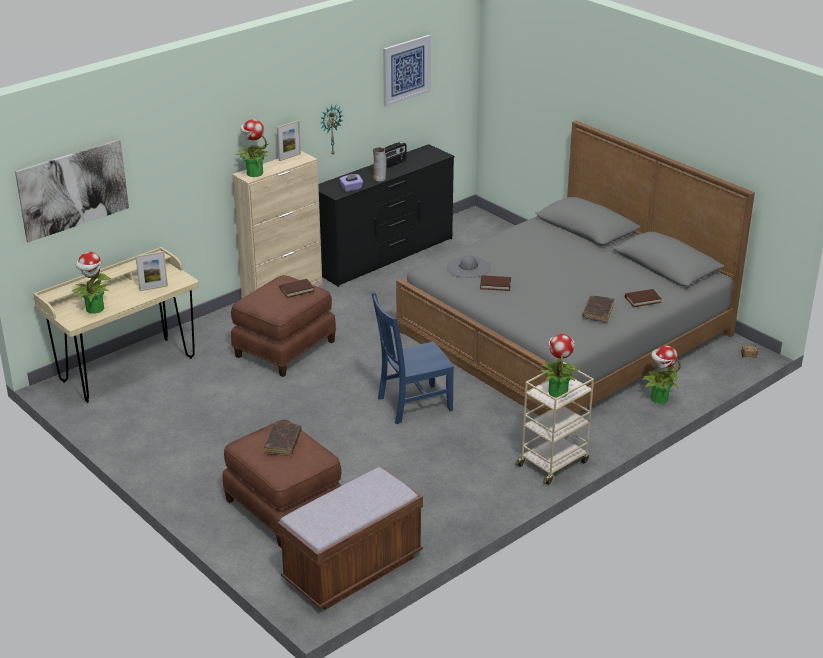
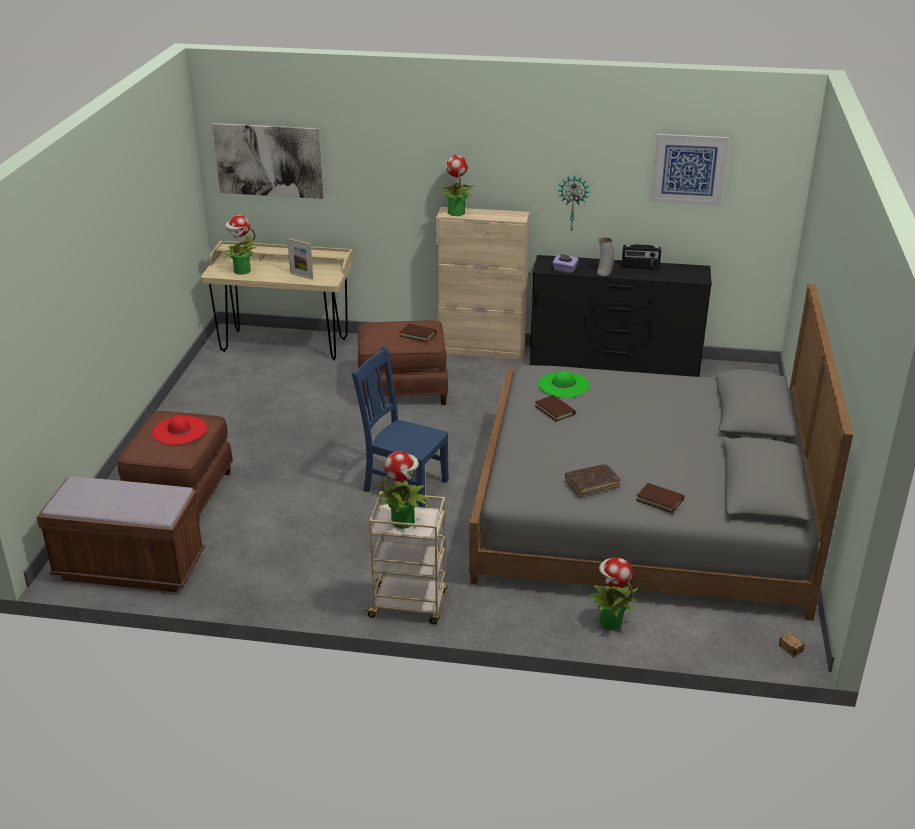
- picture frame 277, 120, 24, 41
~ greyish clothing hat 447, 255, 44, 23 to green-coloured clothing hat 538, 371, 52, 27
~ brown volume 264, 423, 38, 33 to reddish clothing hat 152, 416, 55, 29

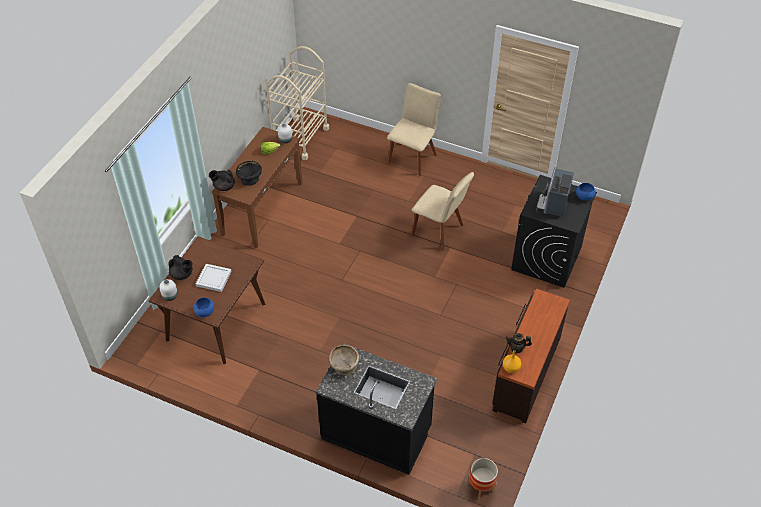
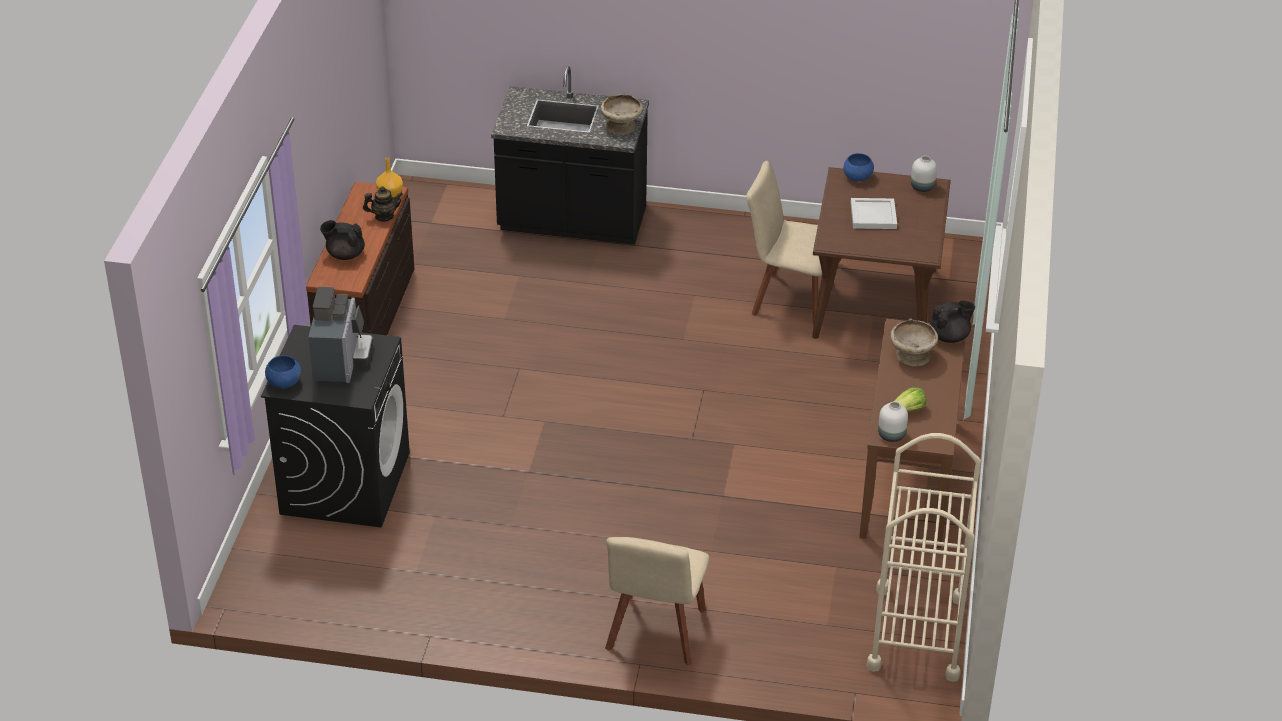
~ black-coloured serving bowl 236, 160, 26, 26 to beige serving bowl 890, 319, 48, 47
~ beige plain chair 411, 172, 63, 79 to 746, 161, 88, 164
~ black-coloured teapot 168, 255, 25, 25 to 320, 220, 45, 40
- planter 468, 458, 30, 42

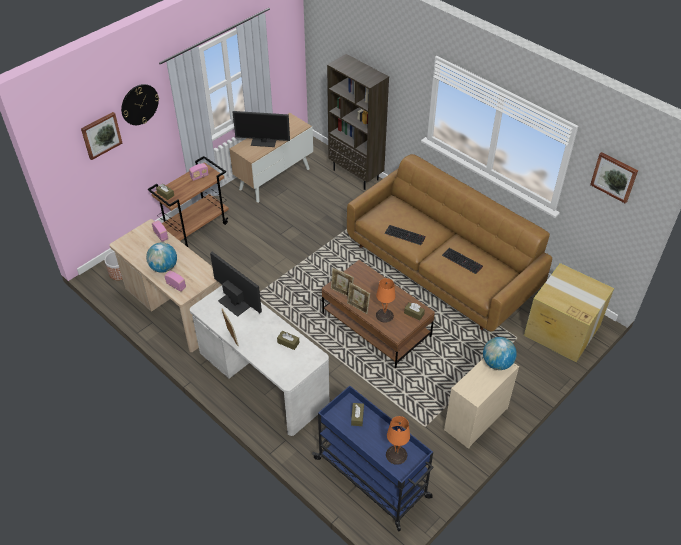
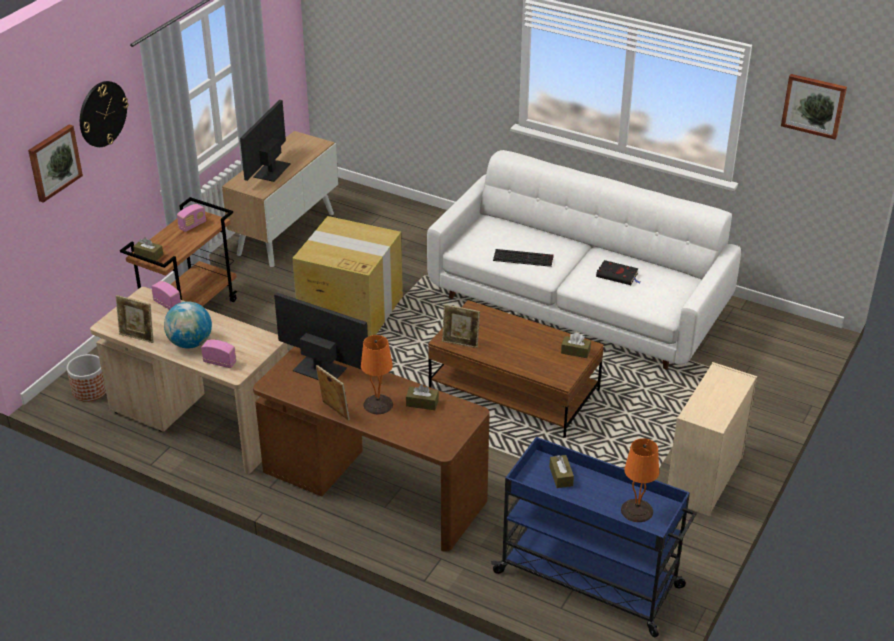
- brown bookcase 327, 54, 62, 136
~ monitor 232, 111, 58, 36 = 240, 100, 51, 82 120 degrees clockwise
~ brown sofa 347, 154, 205, 177 to white-coloured sofa 427, 150, 314, 220
~ PC keyboard 442, 248, 41, 26 to black-coloured volume 596, 260, 44, 25
~ carton 524, 263, 90, 99 to 292, 216, 111, 121
~ orange table lamp 376, 278, 20, 45 to 361, 335, 32, 79
~ picture frame 347, 282, 23, 32 to 116, 295, 38, 48
~ white-coloured desk table 190, 285, 139, 151 to brown desk table 253, 346, 237, 206
- globe 483, 337, 34, 33

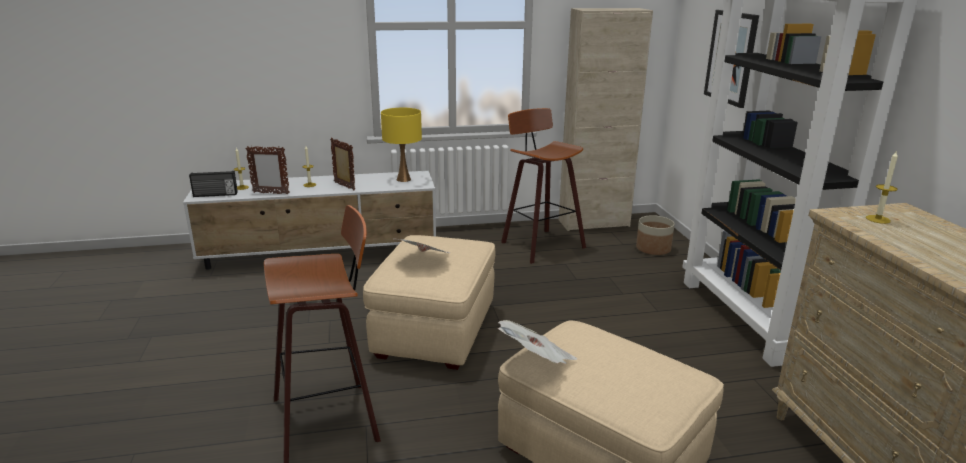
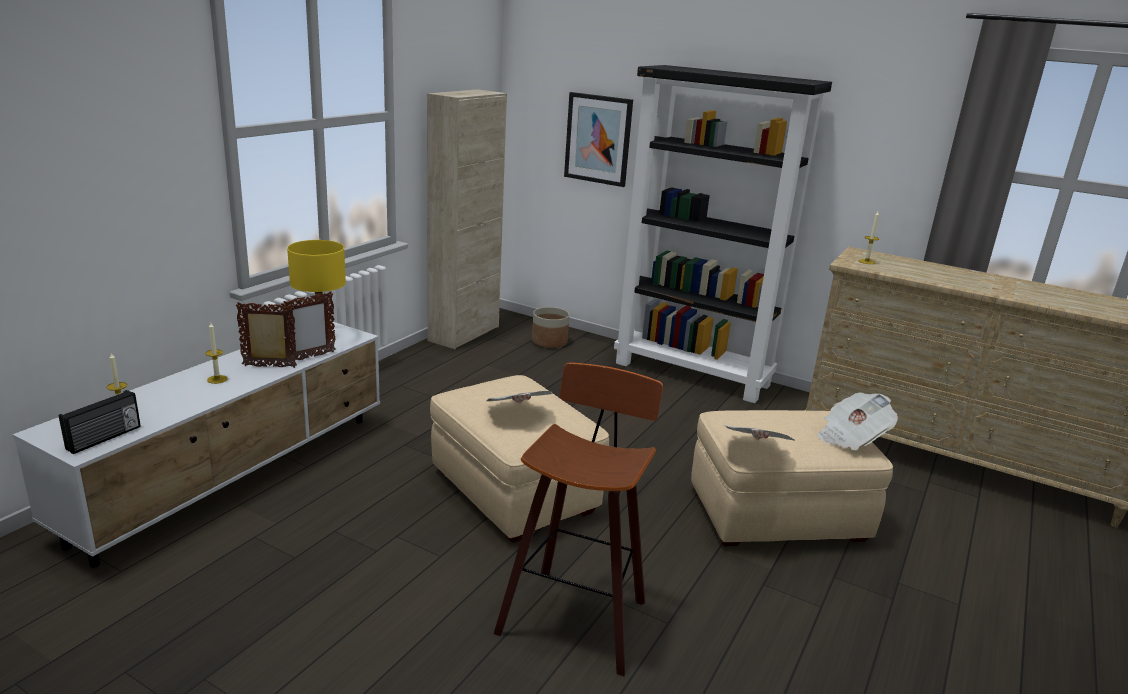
- sitting stool 501, 108, 85, 156
~ picture frame 245, 146, 45, 49 to 281, 291, 55, 69
+ printed paper 817, 392, 81, 58

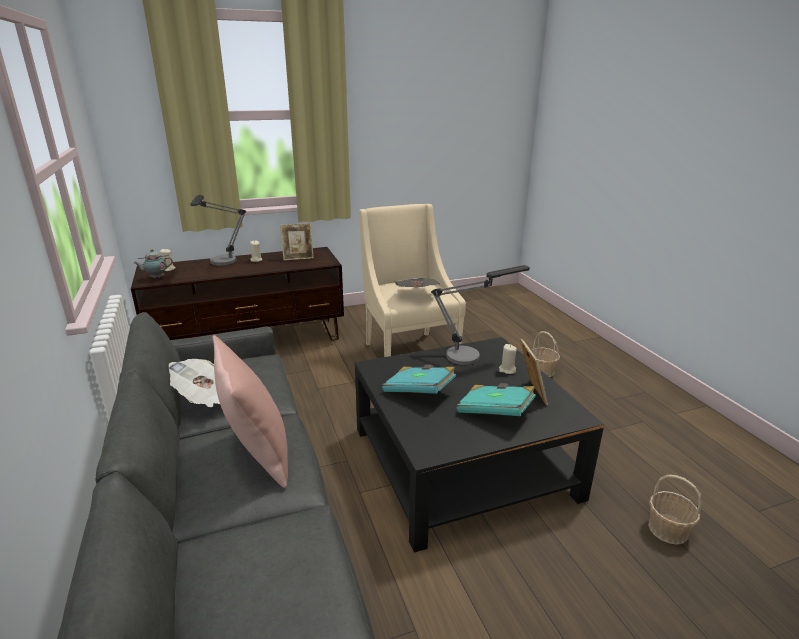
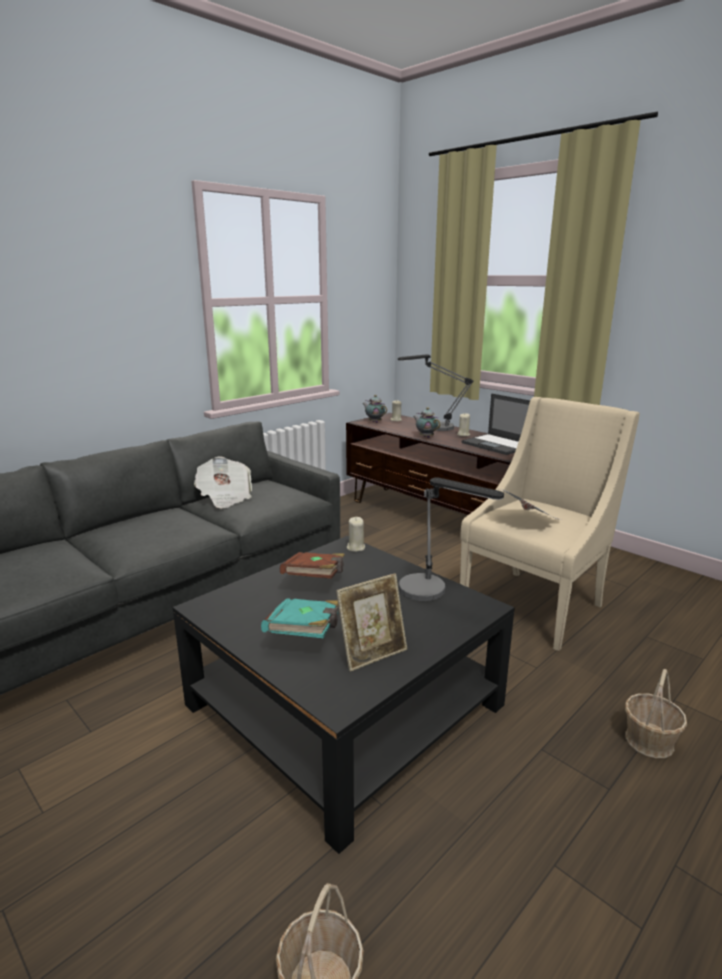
~ picture frame 280, 223, 34, 38 to laptop 462, 393, 68, 62
- pink-coloured cushion 213, 335, 75, 153
~ beige wax candle 499, 344, 18, 30 to 347, 517, 18, 35
~ turquoise volume 382, 365, 74, 29 to brown volume 280, 552, 65, 27
+ teapot 413, 407, 28, 31

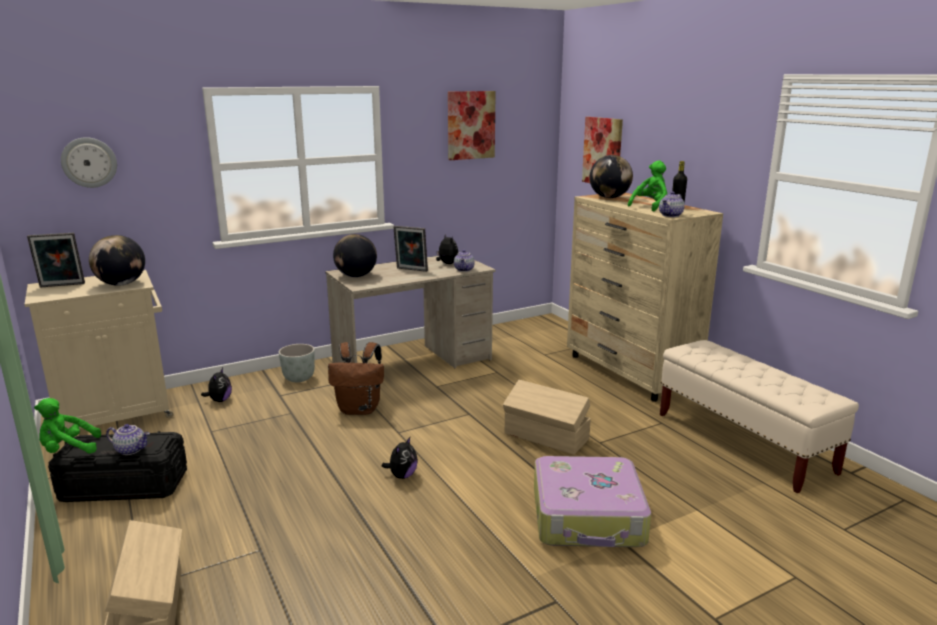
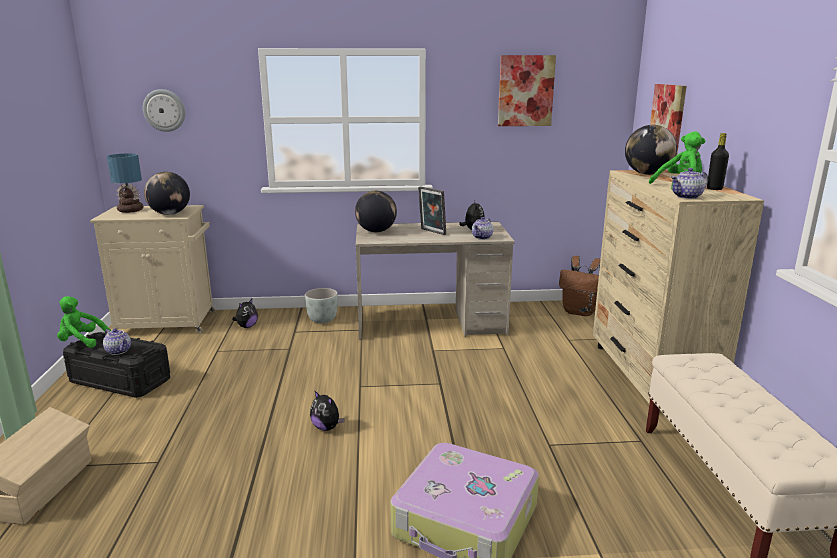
~ picture frame 27, 233, 58, 54 to table lamp 107, 153, 36, 60
~ brown knapsack 328, 342, 56, 73 to 559, 256, 42, 60
- beige storage bin 503, 380, 88, 75
~ cuddly toy 382, 437, 36, 42 = 310, 390, 34, 41 75 degrees clockwise

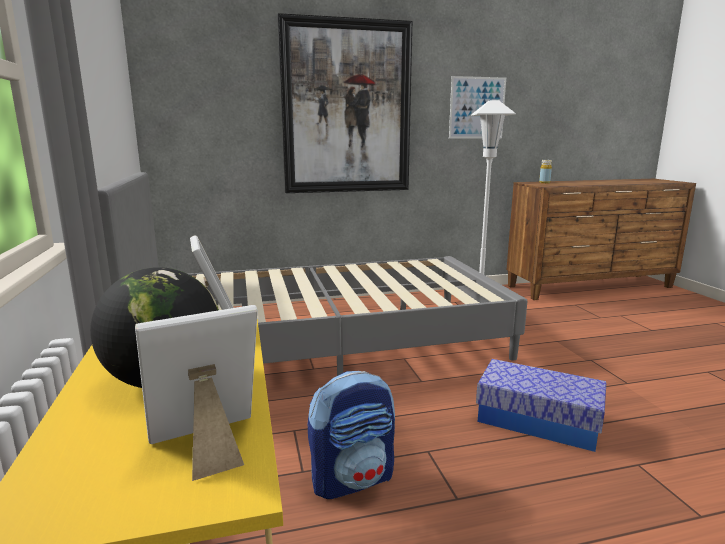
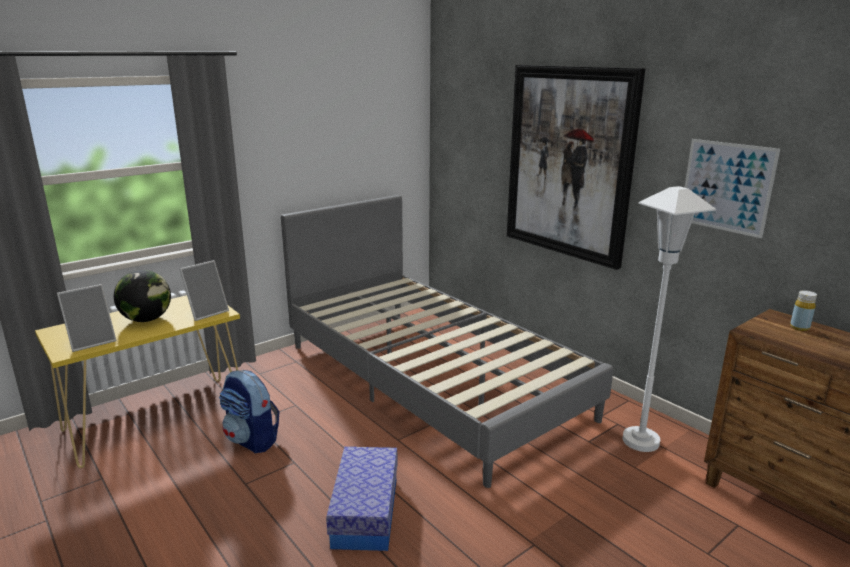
~ picture frame 135, 305, 123, 176 = 57, 284, 59, 68 105 degrees clockwise

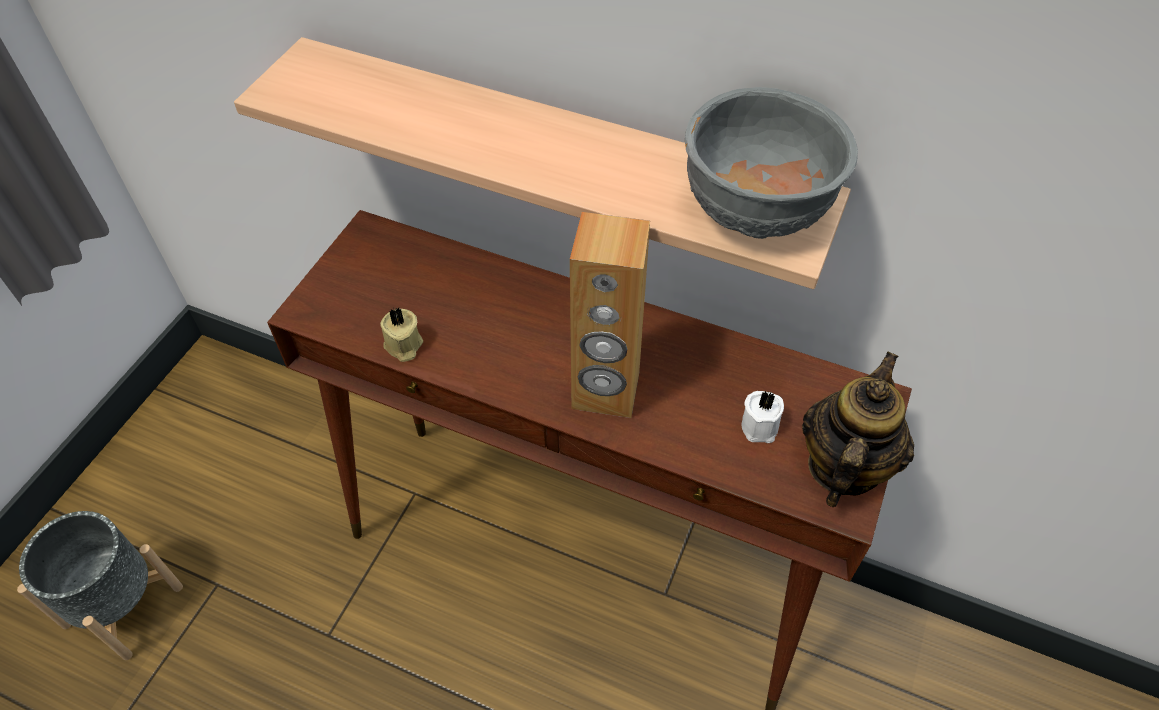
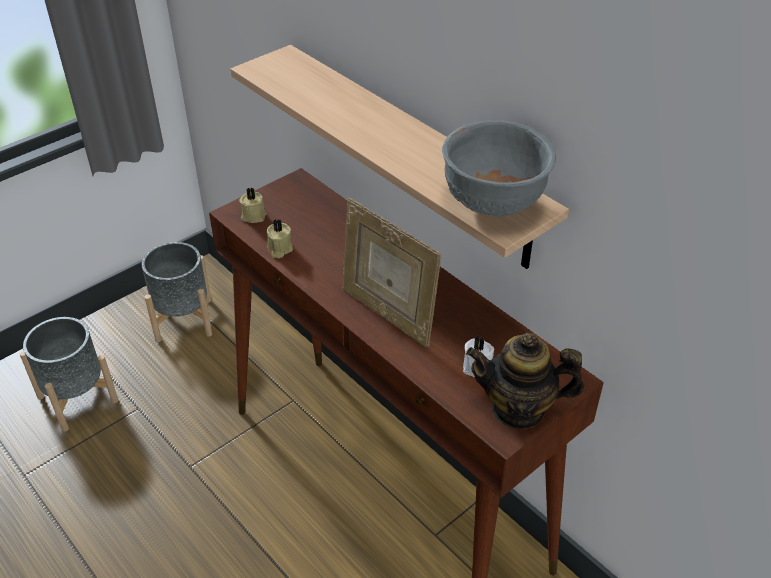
~ brown audio speaker 570, 212, 80, 206 to picture frame 342, 198, 100, 149
~ teapot 802, 352, 112, 155 = 466, 333, 118, 96 135 degrees counterclockwise
+ beige wax candle 239, 187, 27, 36
+ greyish planter 142, 242, 70, 100

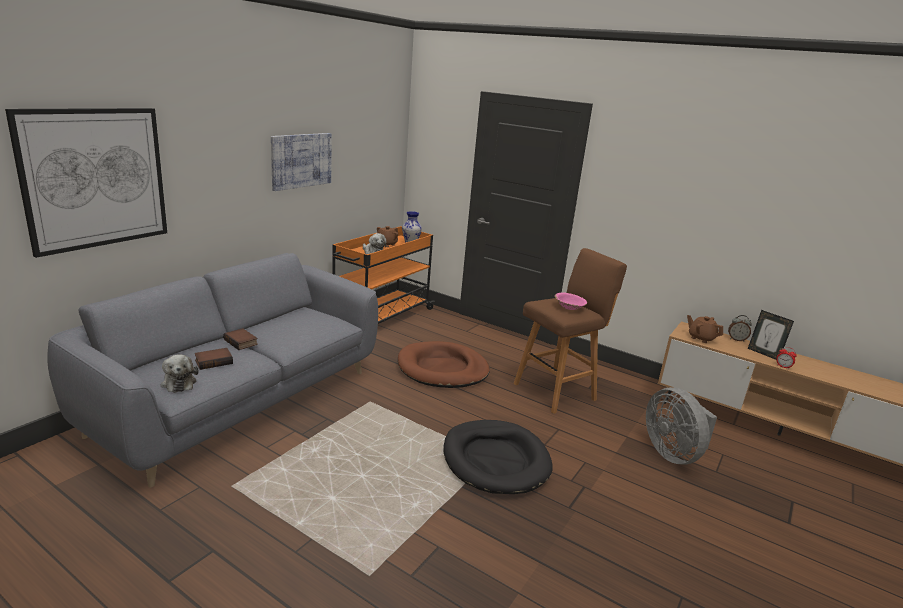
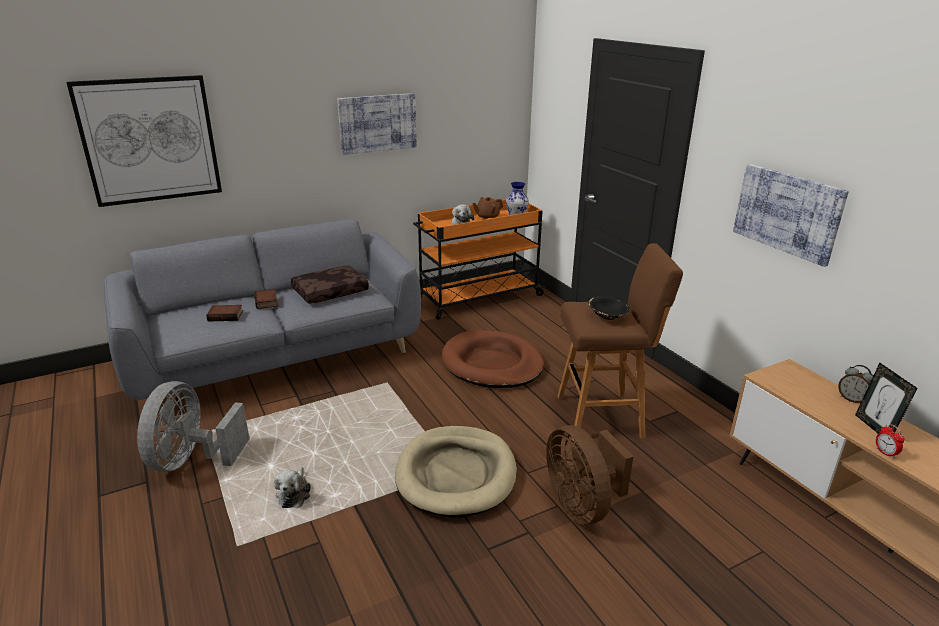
~ pink-coloured serving bowl 555, 292, 32, 18 to black-coloured serving bowl 588, 296, 42, 24
- brown teapot 687, 315, 36, 28
~ cuddly toy 161, 354, 37, 39 to 274, 467, 37, 41
~ greyish cooling fan 646, 387, 71, 78 to 137, 381, 112, 91
~ black-coloured dog bed 443, 420, 110, 74 to beige dog bed 395, 426, 122, 92
+ picture 733, 164, 116, 103
+ brown cushion 291, 266, 78, 38
+ brown cooling fan 546, 425, 87, 100

